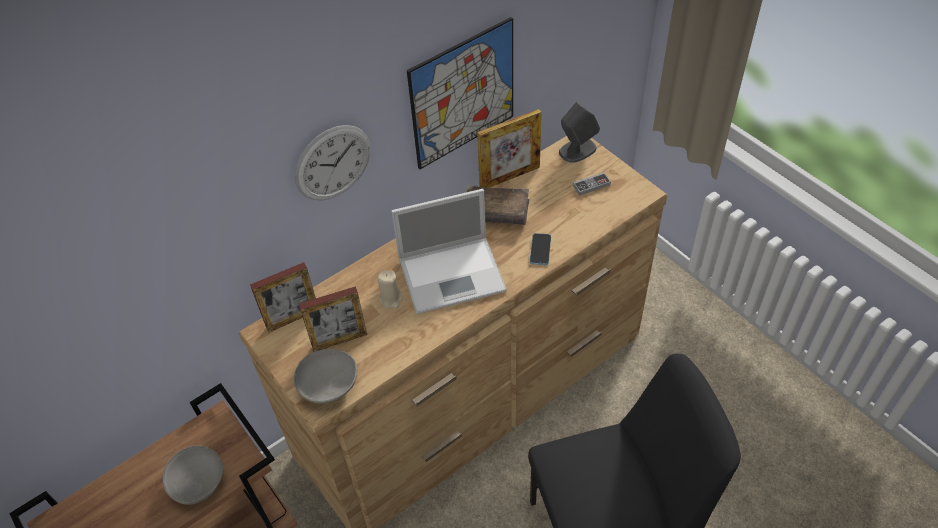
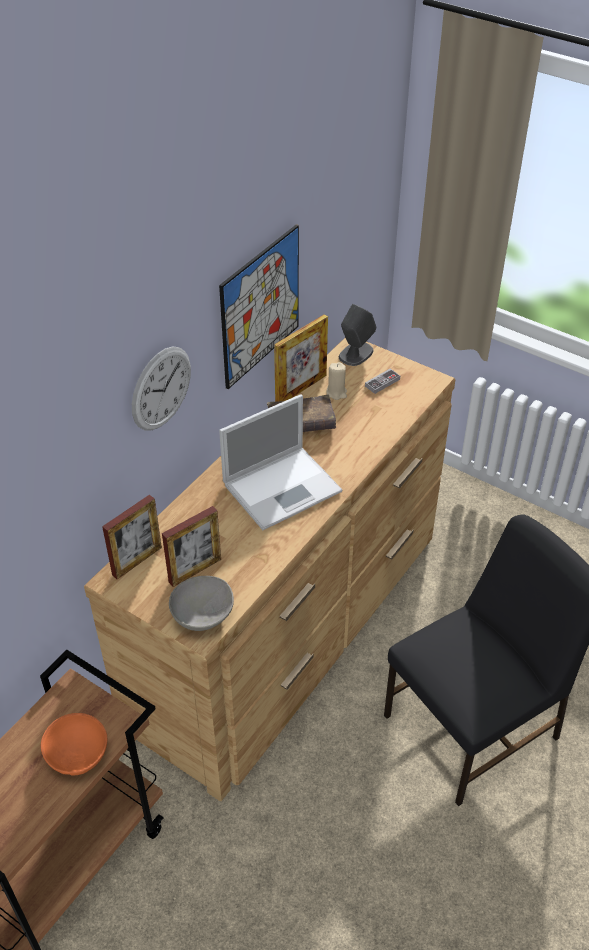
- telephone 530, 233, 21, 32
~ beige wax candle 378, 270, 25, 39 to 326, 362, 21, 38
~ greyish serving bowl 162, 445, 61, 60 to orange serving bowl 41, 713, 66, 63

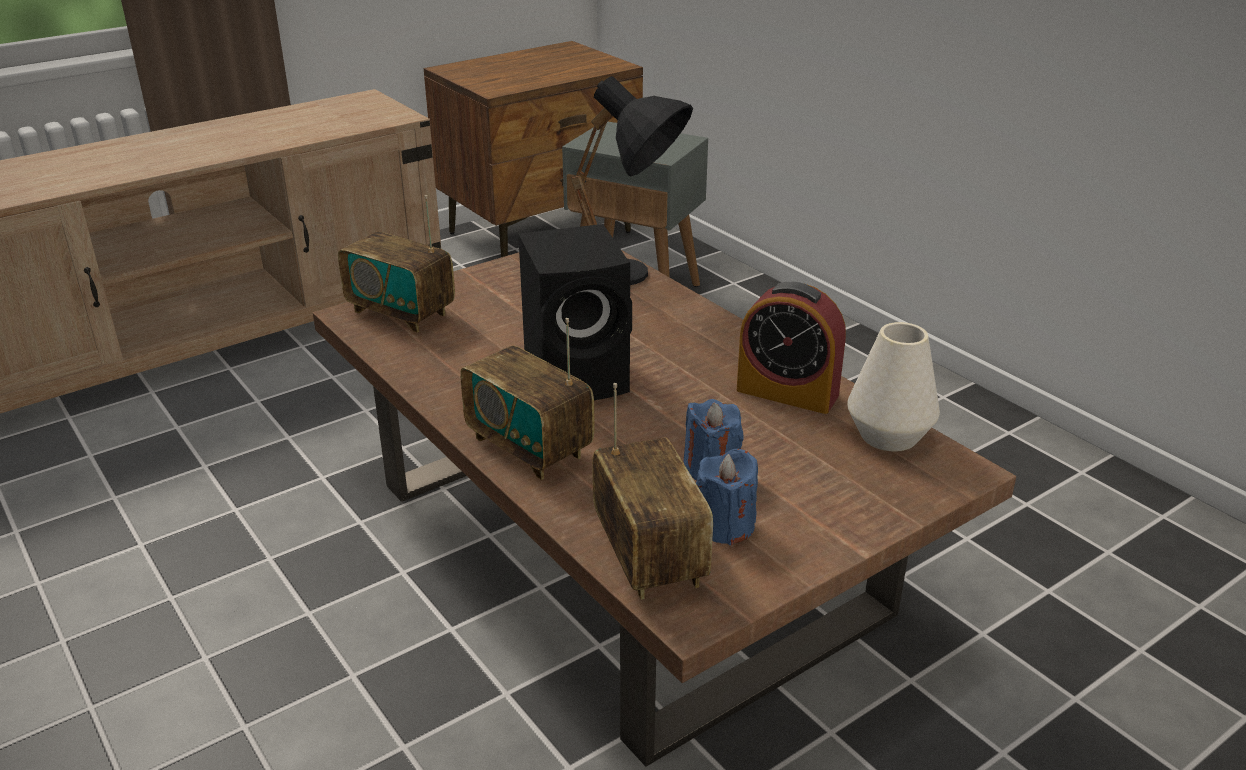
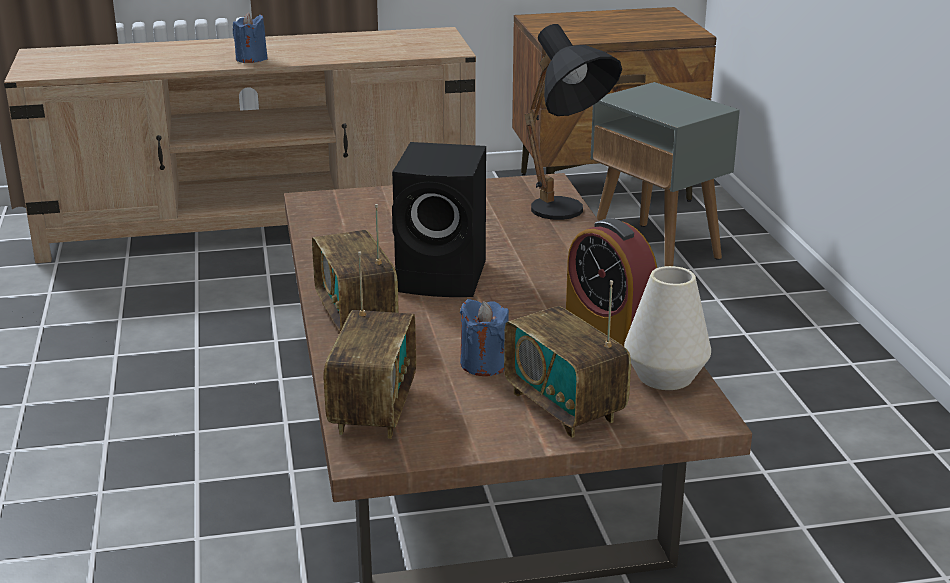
~ radio 338, 195, 117, 138 to 504, 280, 127, 158
~ bluish wax candle 696, 449, 62, 96 to 233, 12, 35, 51

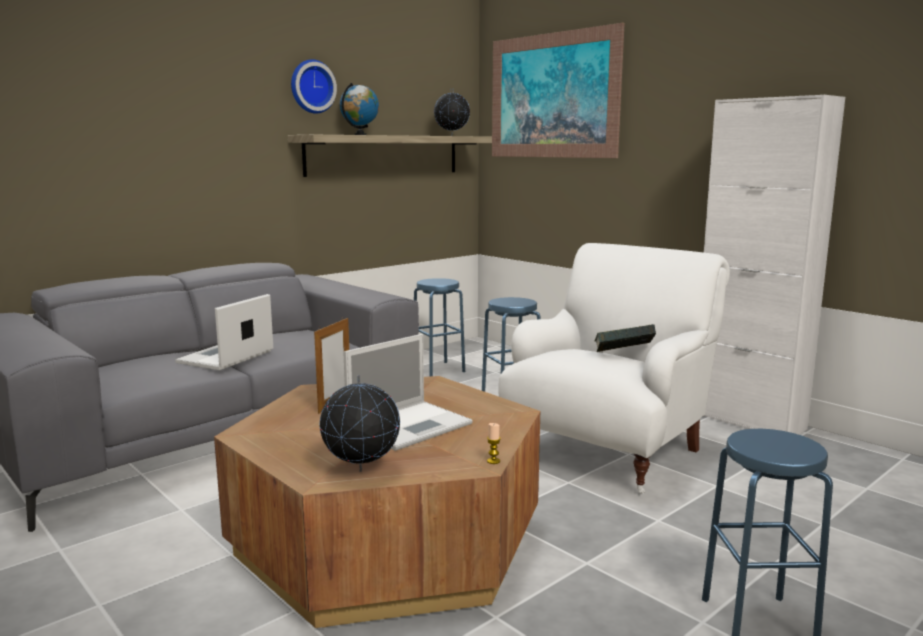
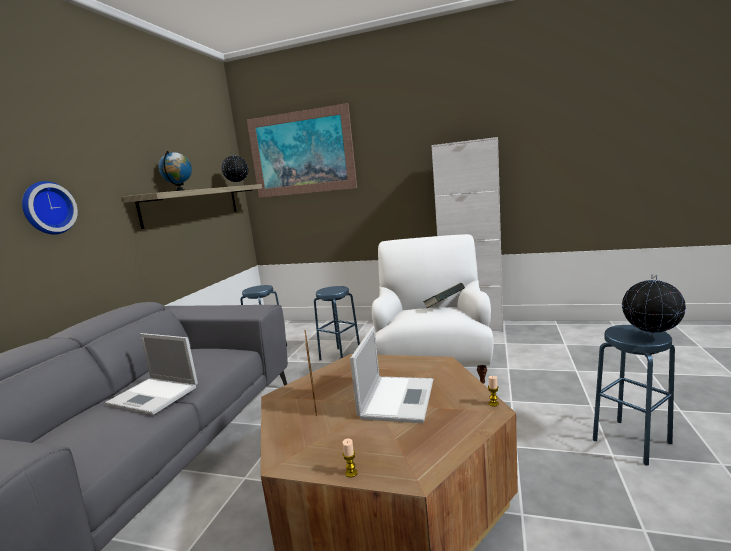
~ wall clock 291, 59, 46, 55 to 22, 181, 56, 54
~ laptop 175, 294, 98, 76 = 105, 333, 93, 82 60 degrees counterclockwise
~ globe 320, 375, 80, 97 to 622, 274, 64, 64
+ wax candle 343, 438, 14, 40

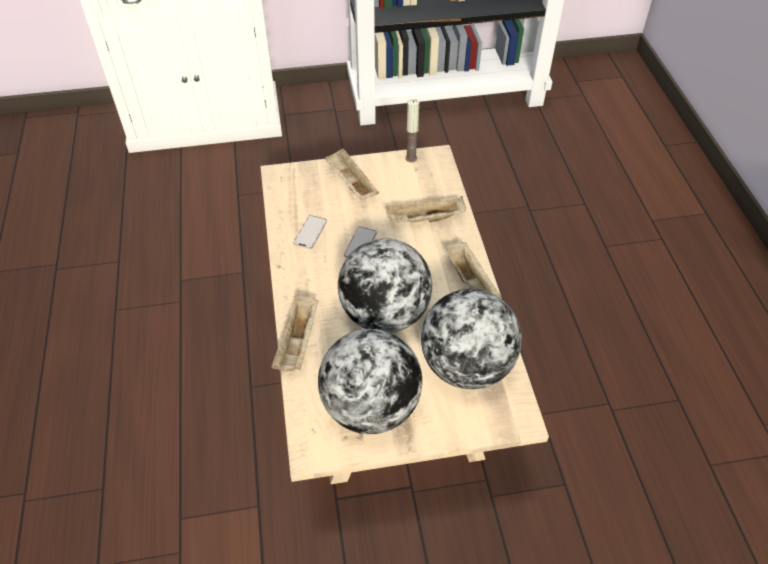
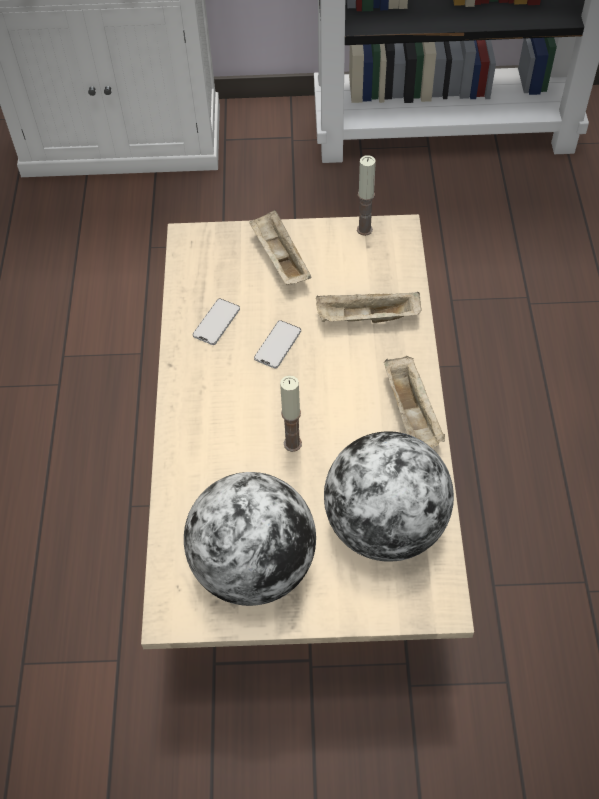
~ globe 338, 238, 94, 95 to wax candle 280, 375, 22, 77
- beige carrying tray 272, 295, 46, 76

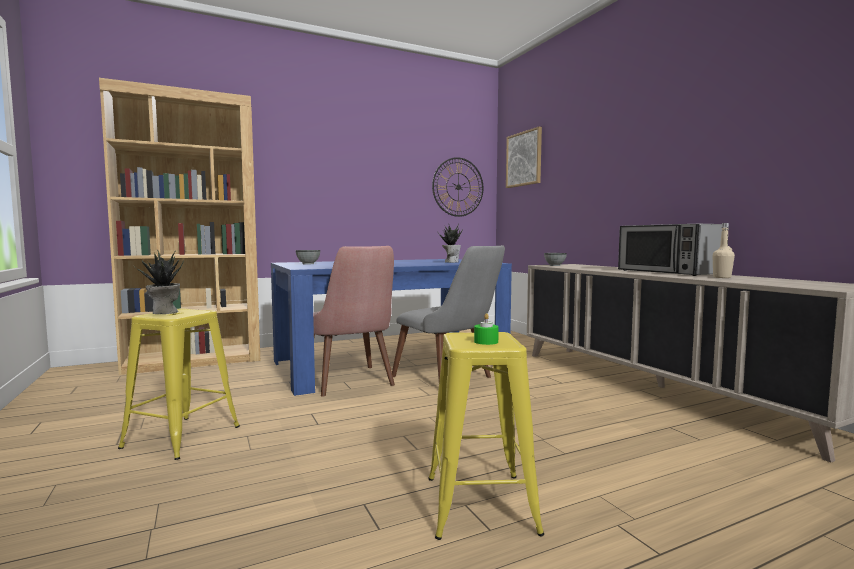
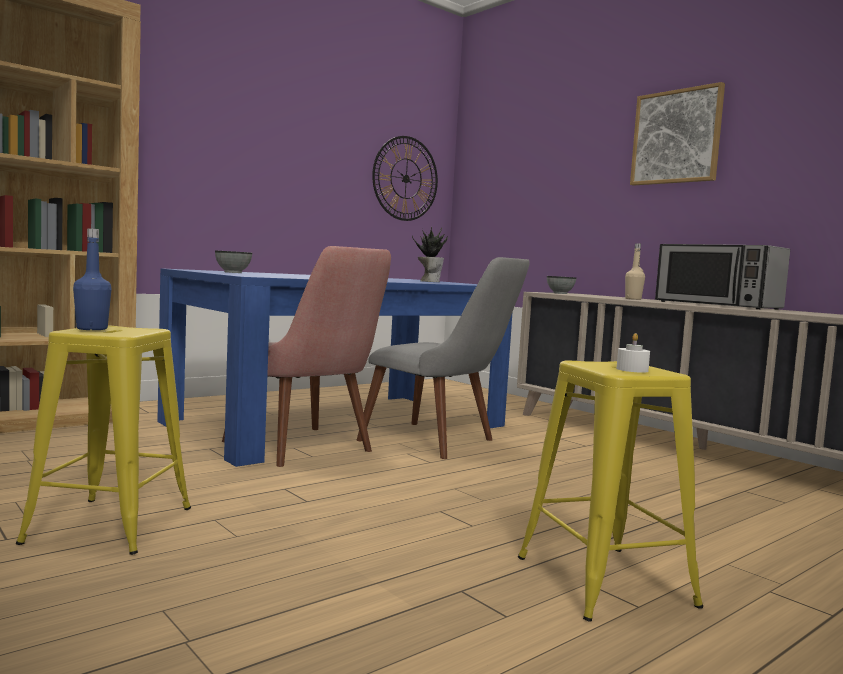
~ picture 506, 127, 36, 61 to 630, 82, 95, 104
~ beige drink bottle 712, 223, 23, 55 to 625, 243, 20, 57
~ plant in a pot 135, 249, 49, 65 to bluish drink bottle 73, 228, 39, 102
~ green-coloured wax candle 474, 313, 25, 32 to white-coloured wax candle 617, 333, 33, 40

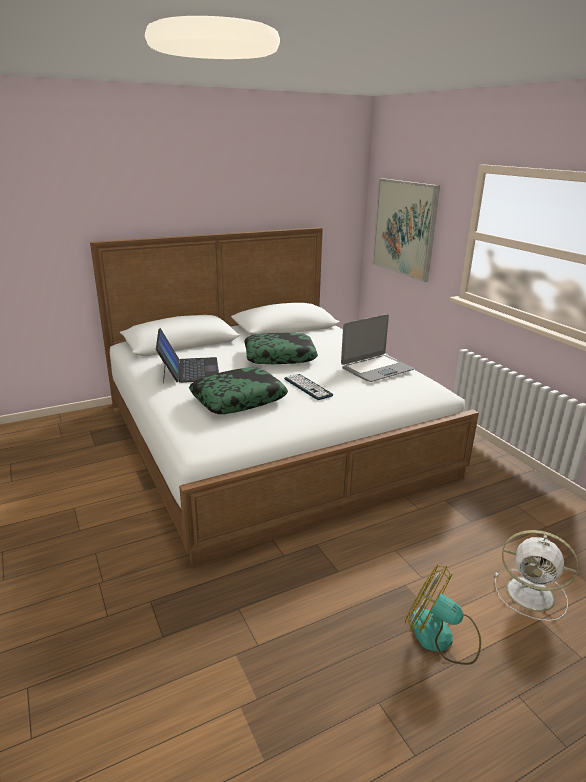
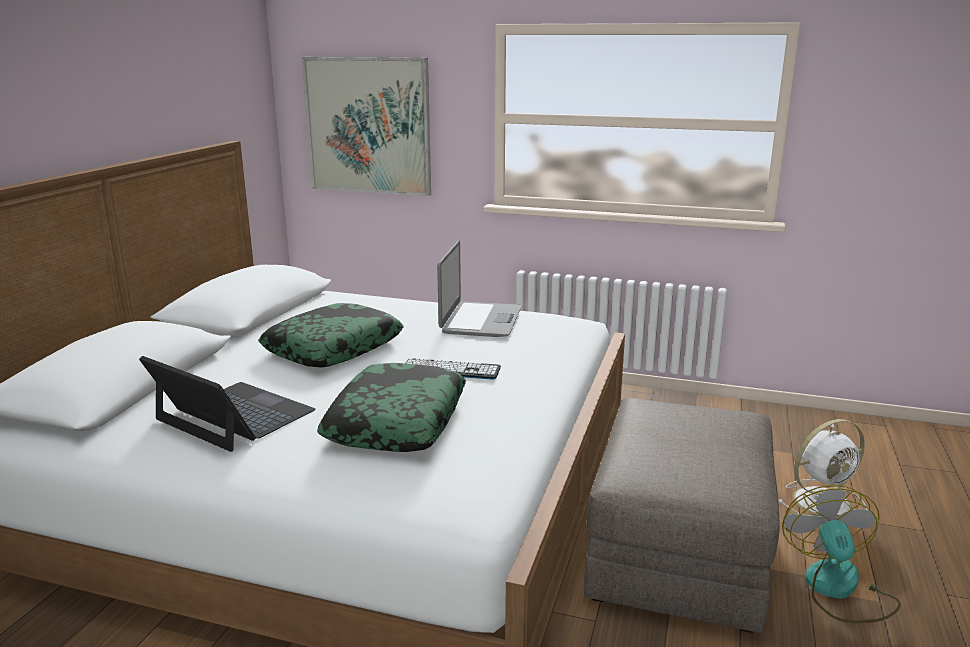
~ cooling fan 405, 565, 76, 100 = 782, 485, 119, 138 105 degrees clockwise
+ greyish ottoman 584, 398, 196, 235

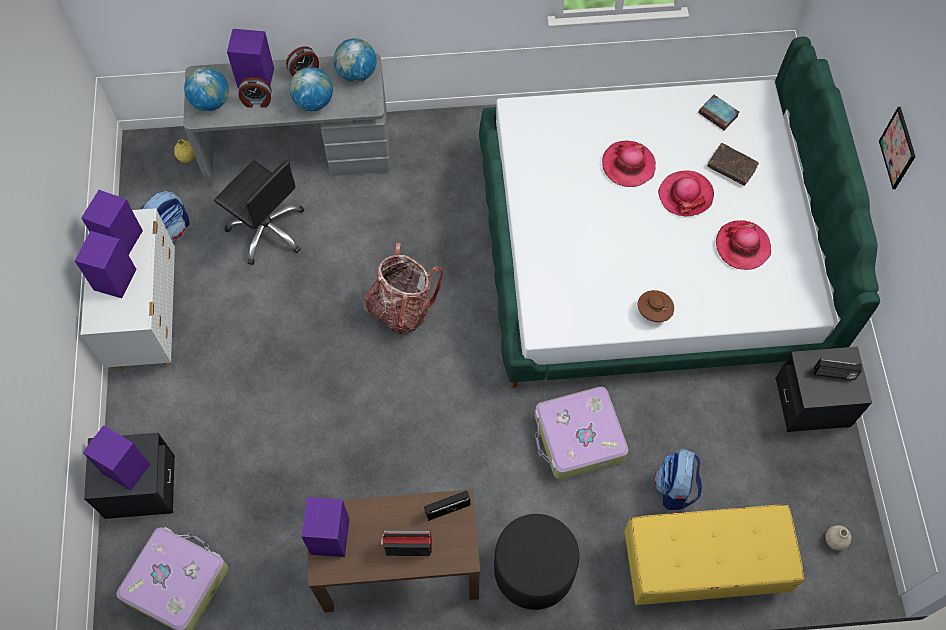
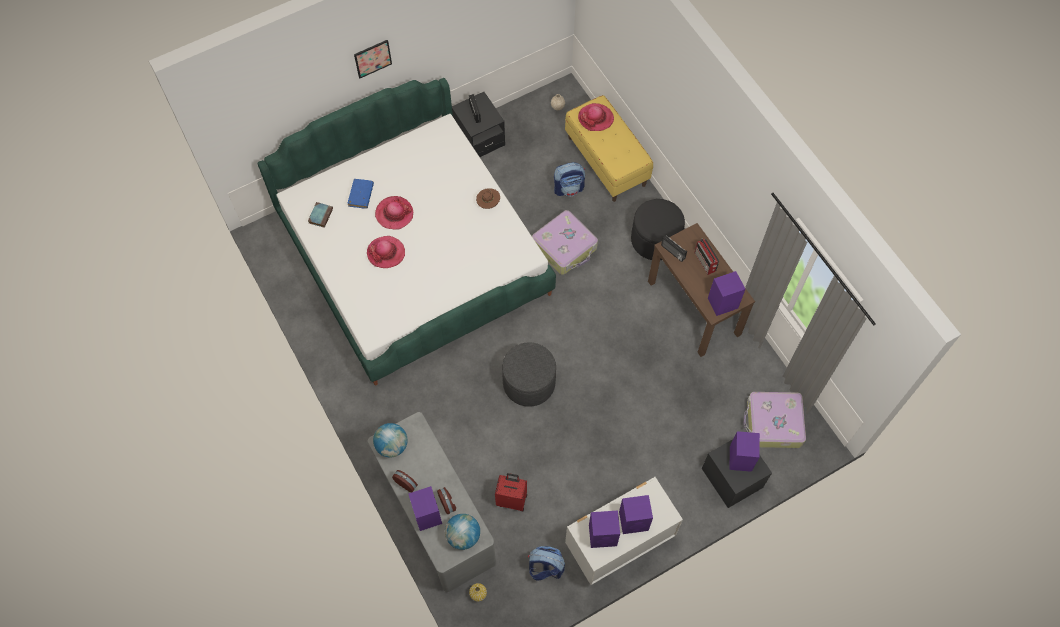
- globe 289, 67, 44, 44
~ brown volume 707, 143, 52, 43 to bluish volume 347, 179, 27, 30
~ black-coloured desk chair 214, 160, 90, 105 to reddish suitcase 495, 473, 32, 38
~ clothing hat 716, 220, 55, 50 to 578, 103, 36, 28
~ knapsack 364, 242, 79, 93 to greyish ottoman 502, 342, 54, 65

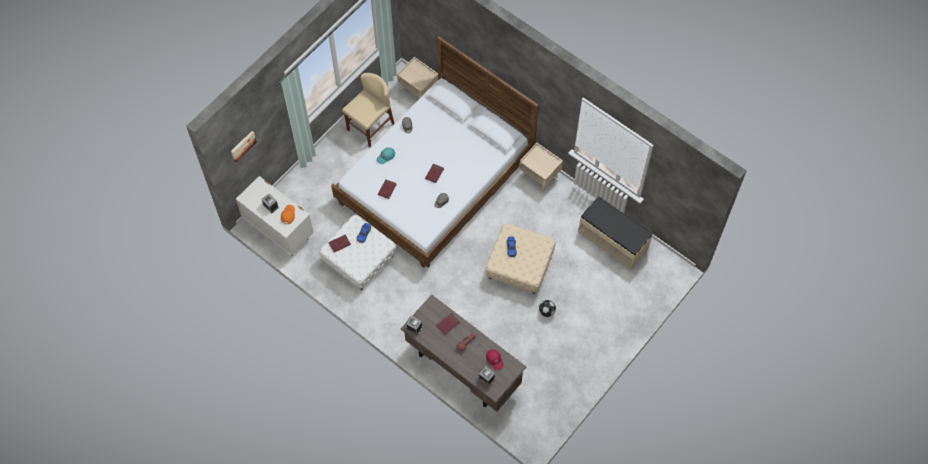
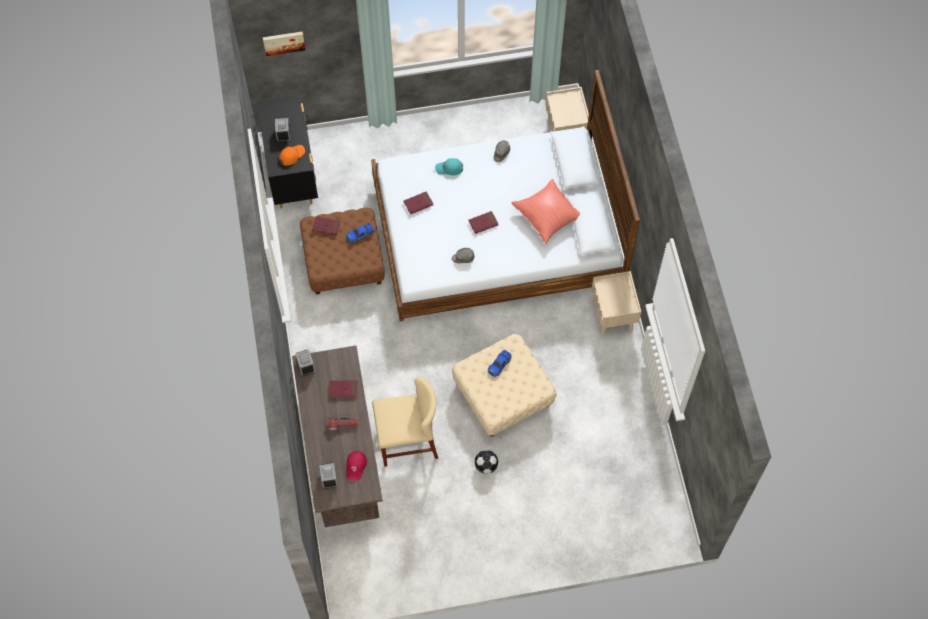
~ beige plain chair 342, 73, 52, 74 to 372, 377, 66, 90
~ white-coloured drawer chest 236, 176, 78, 80 to black-coloured drawer chest 257, 95, 61, 114
- beige long seat 578, 196, 75, 74
~ white-coloured ottoman 319, 215, 77, 75 to brown ottoman 300, 208, 85, 87
+ reddish cushion 511, 179, 69, 64

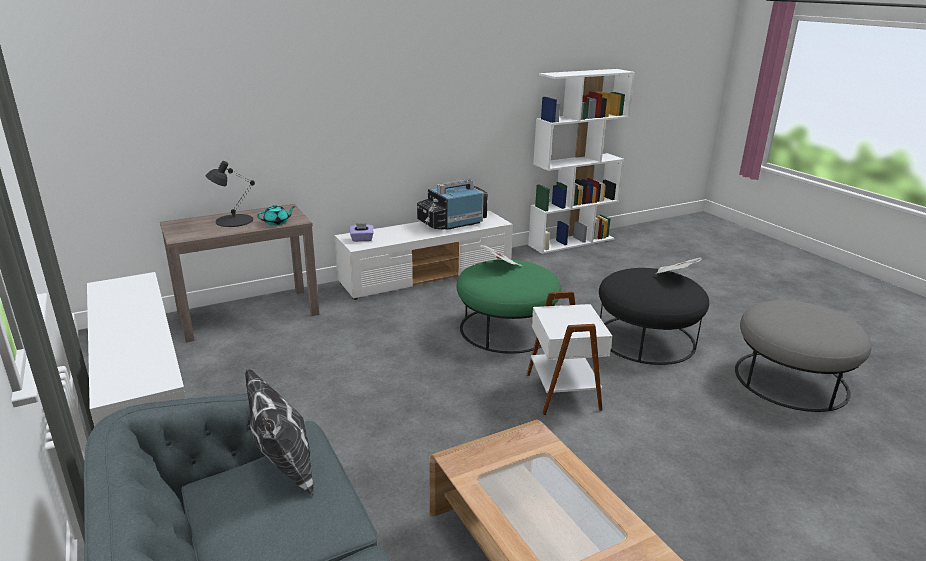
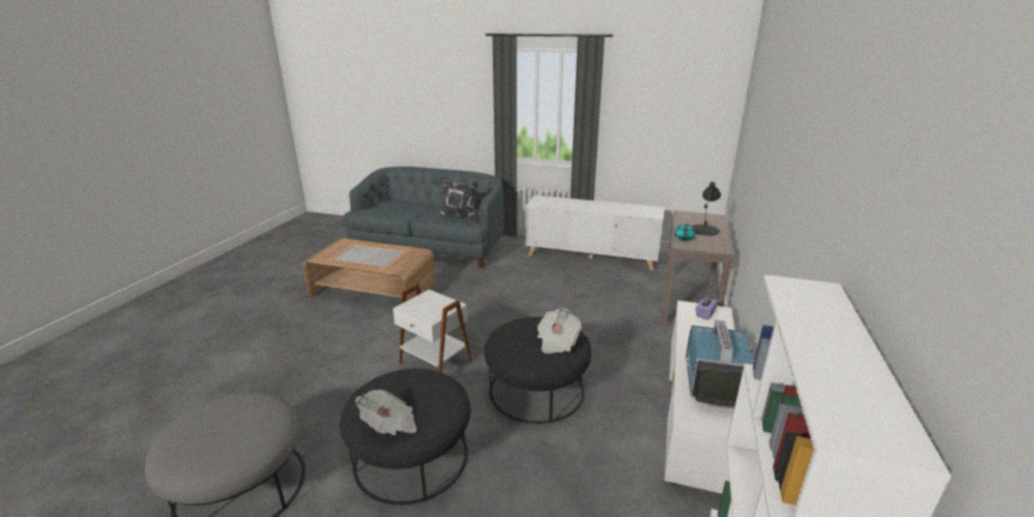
~ green-coloured ottoman 457, 260, 104, 94 to black-coloured ottoman 484, 317, 108, 107

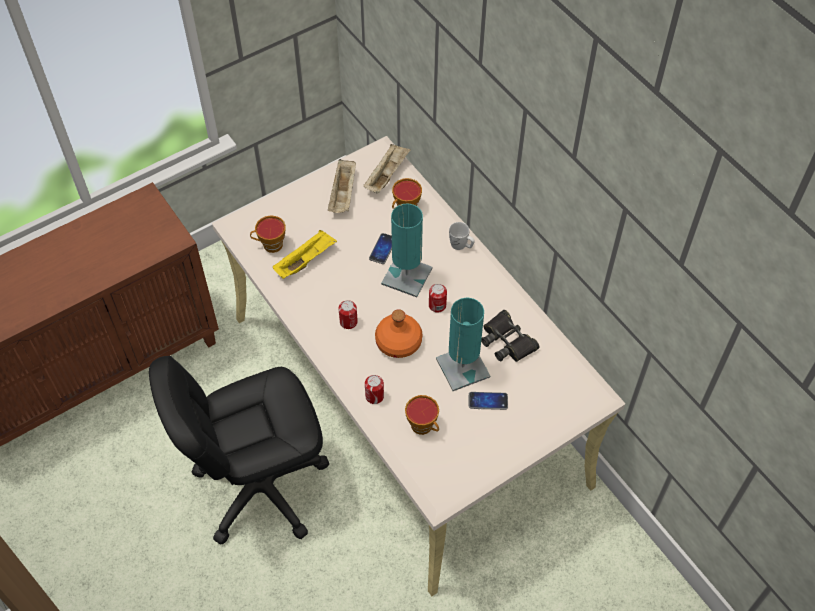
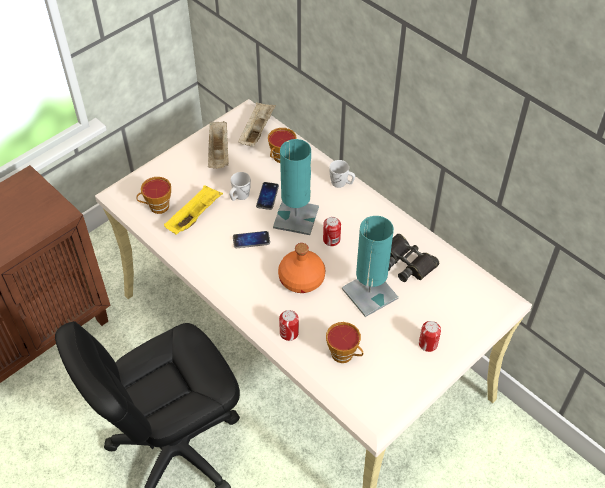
~ metal can 339, 300, 19, 29 to 419, 321, 22, 31
~ telephone 469, 392, 39, 18 to 233, 231, 37, 17
+ white-coloured mug 229, 172, 22, 29

